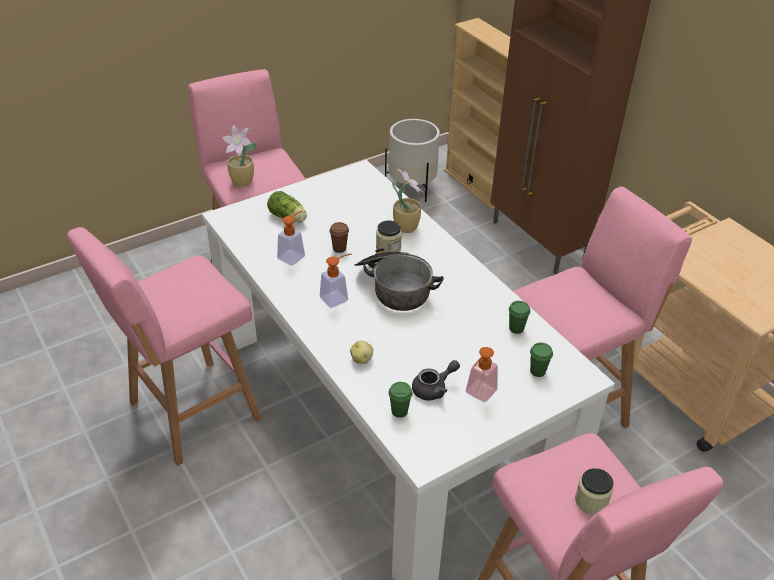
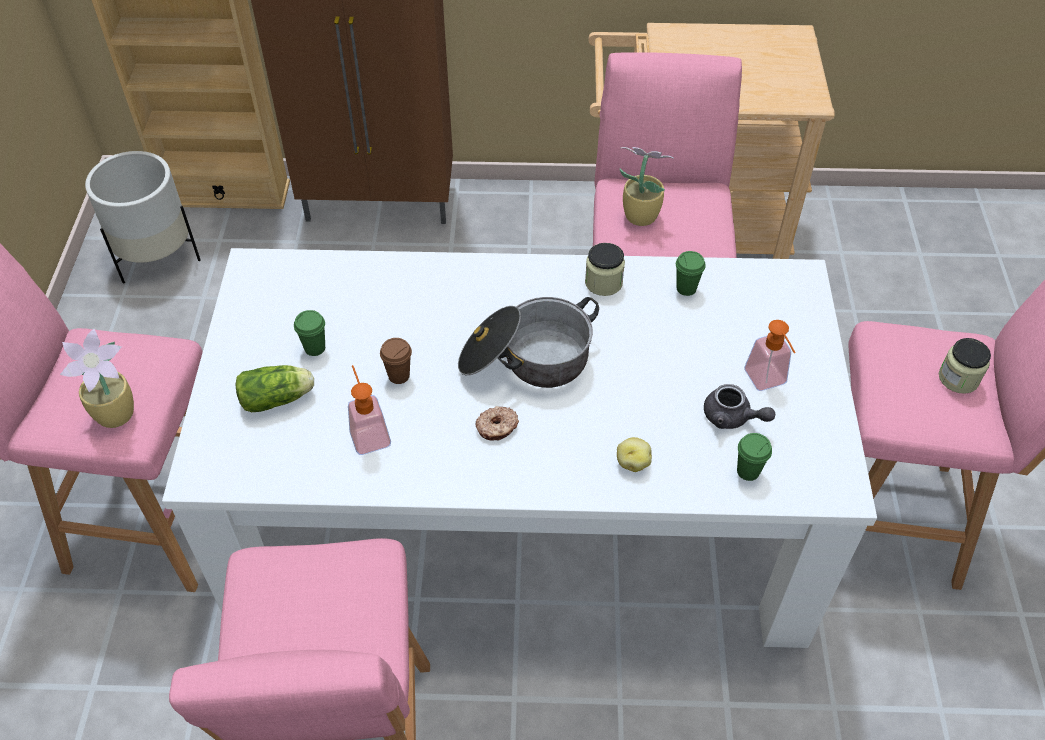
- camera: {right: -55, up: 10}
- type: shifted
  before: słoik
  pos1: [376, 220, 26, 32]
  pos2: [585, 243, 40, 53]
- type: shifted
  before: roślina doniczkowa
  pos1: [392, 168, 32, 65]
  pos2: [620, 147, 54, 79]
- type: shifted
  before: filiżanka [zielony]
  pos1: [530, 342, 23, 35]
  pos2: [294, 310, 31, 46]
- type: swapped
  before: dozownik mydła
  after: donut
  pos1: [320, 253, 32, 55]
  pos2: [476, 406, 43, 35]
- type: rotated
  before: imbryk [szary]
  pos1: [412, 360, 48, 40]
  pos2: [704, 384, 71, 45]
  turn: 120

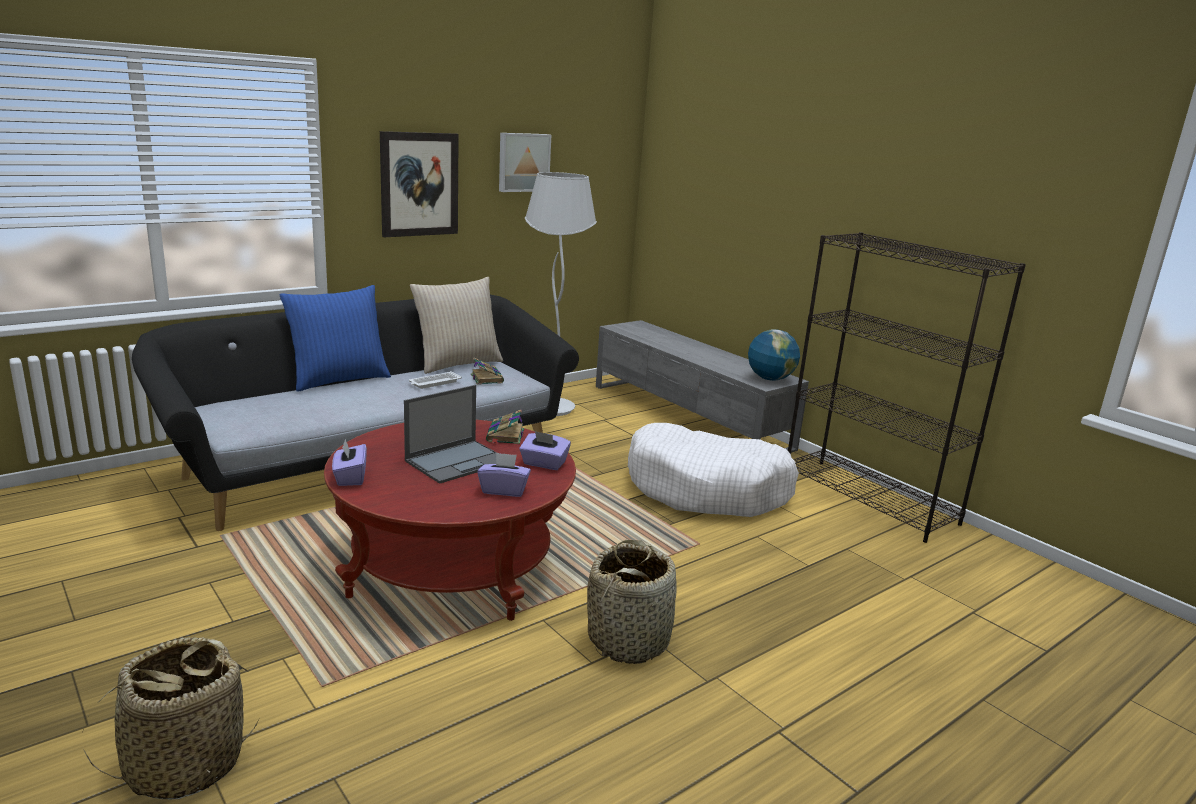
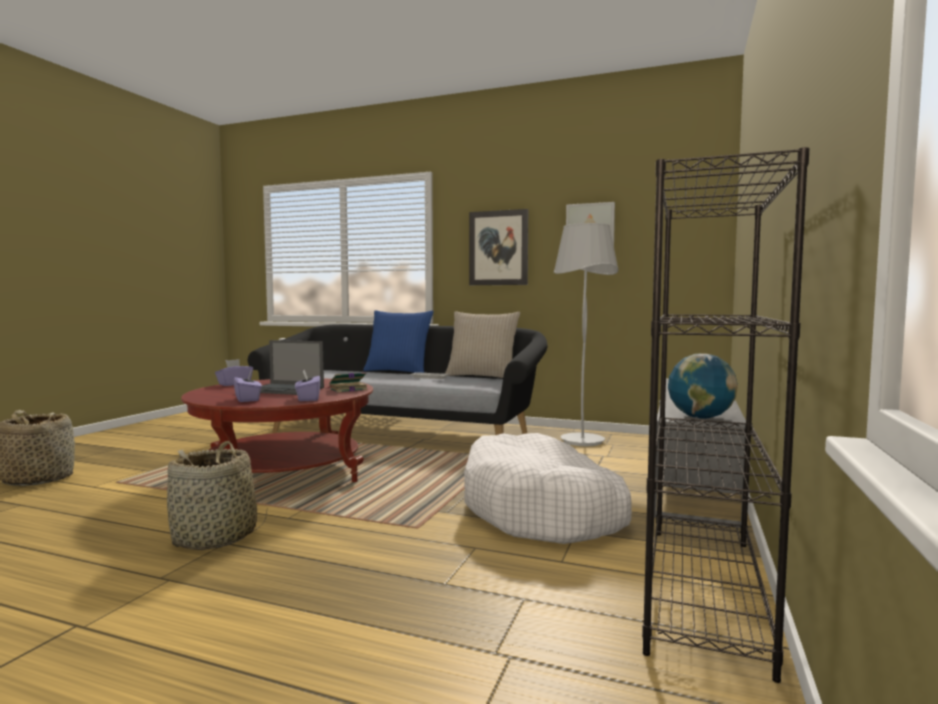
- camera: {right: 60, up: -15}
- type: gone
  before: książka
  pos1: [471, 358, 33, 27]

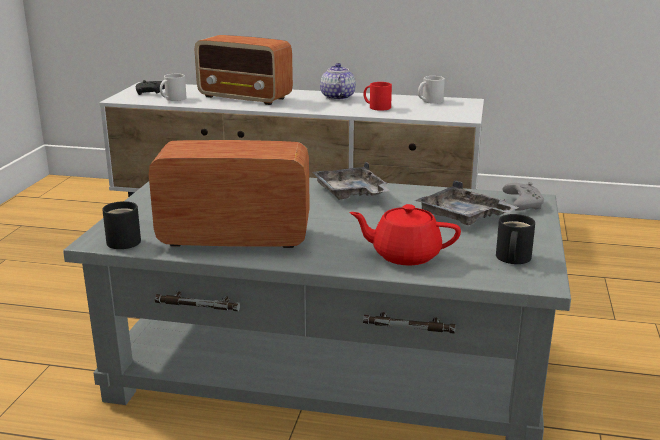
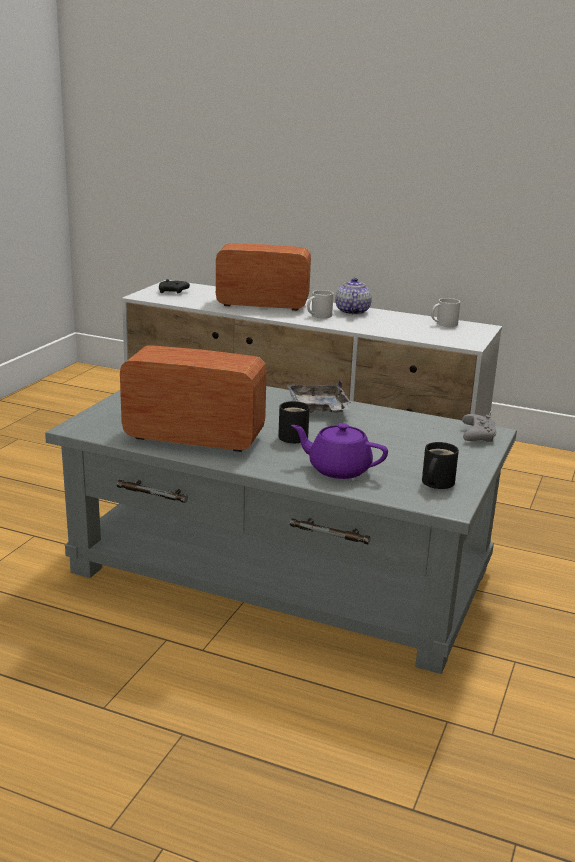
- camera: {right: 10, up: 0}
- type: gone
  before: kubek [czerwony]
  pos1: [364, 82, 28, 29]
- type: gone
  before: taca [szary]
  pos1: [415, 180, 104, 45]
- type: shifted
  before: kubek [czarny]
  pos1: [102, 201, 39, 48]
  pos2: [278, 401, 32, 42]
- type: shifted
  before: kubek [biały]
  pos1: [160, 74, 27, 27]
  pos2: [307, 290, 27, 28]
- type: repainted
  before: imbryk [czerwony]
  after: imbryk [fioletowy]
  pos1: [349, 204, 112, 61]
  pos2: [291, 423, 97, 56]
- type: rotated
  before: radio
  pos1: [195, 35, 98, 70]
  pos2: [216, 243, 95, 68]
  turn: 150

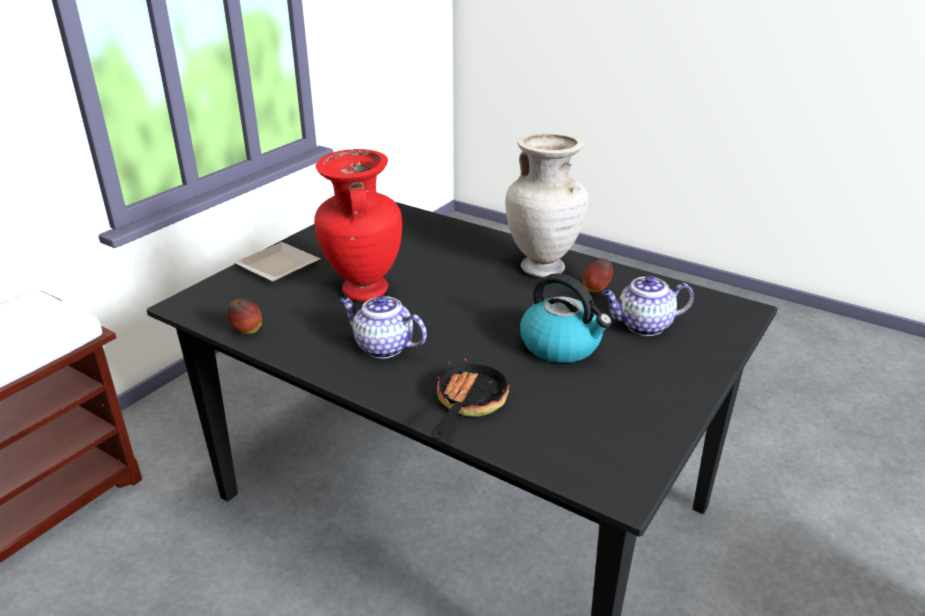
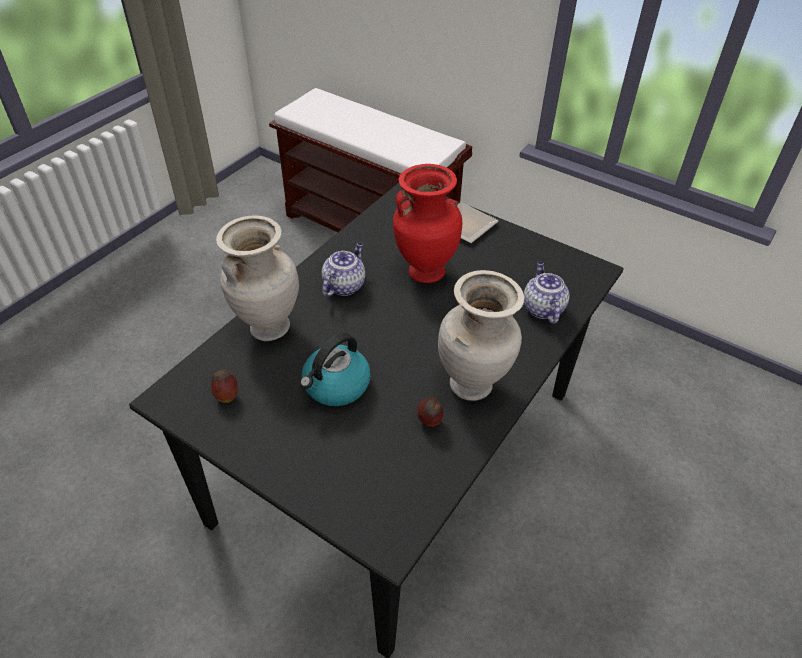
- camera: {right: 90, up: 15}
- type: shifted
  before: jabłko
  pos1: [227, 299, 35, 35]
  pos2: [211, 369, 27, 34]
- type: shifted
  before: imbryk
  pos1: [602, 276, 92, 60]
  pos2: [524, 261, 46, 63]
- type: swapped
  before: patelnia
  after: wazon [beżowy]
  pos1: [431, 358, 79, 82]
  pos2: [216, 215, 83, 126]

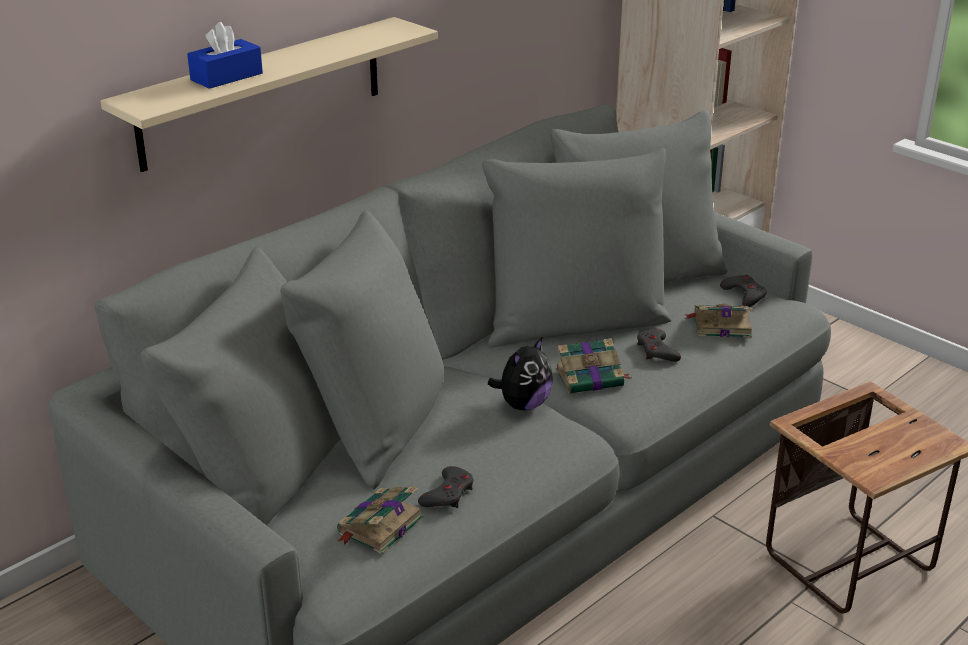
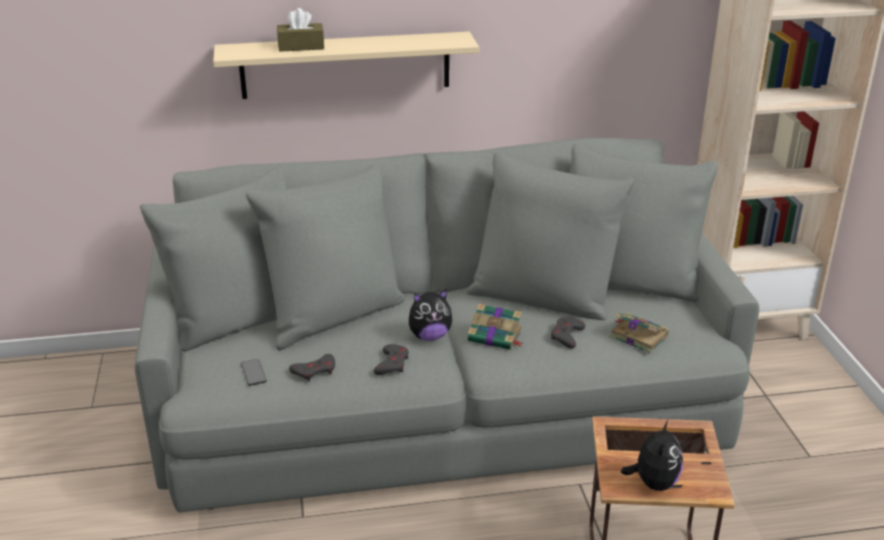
- camera: {right: 35, up: 0}
- type: new
  after: pluszak
  pos2: [621, 419, 62, 72]
- type: shifted
  before: pad do gier [szary]
  pos1: [720, 275, 47, 32]
  pos2: [374, 344, 35, 31]
- type: swapped
  before: książka
  after: telefon
  pos1: [337, 486, 86, 68]
  pos2: [241, 359, 26, 27]
- type: repainted
  before: pudełko chusteczek [niebieski]
  after: pudełko chusteczek [brązowy]
  pos1: [187, 22, 76, 67]
  pos2: [277, 8, 47, 44]

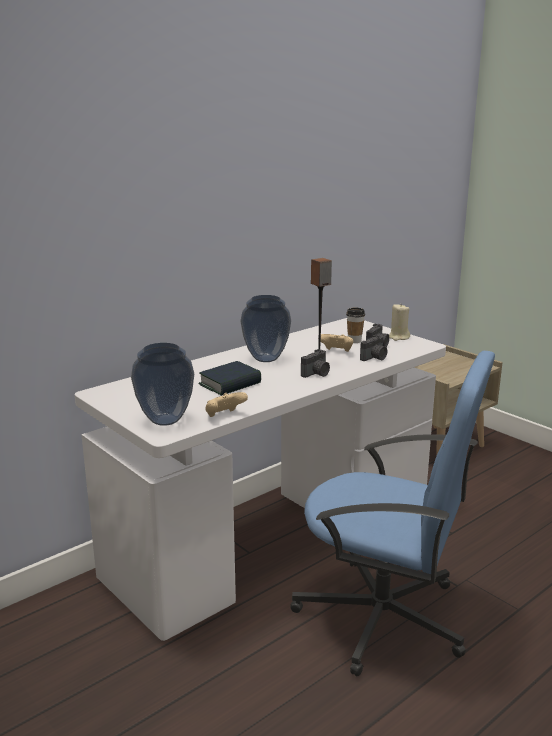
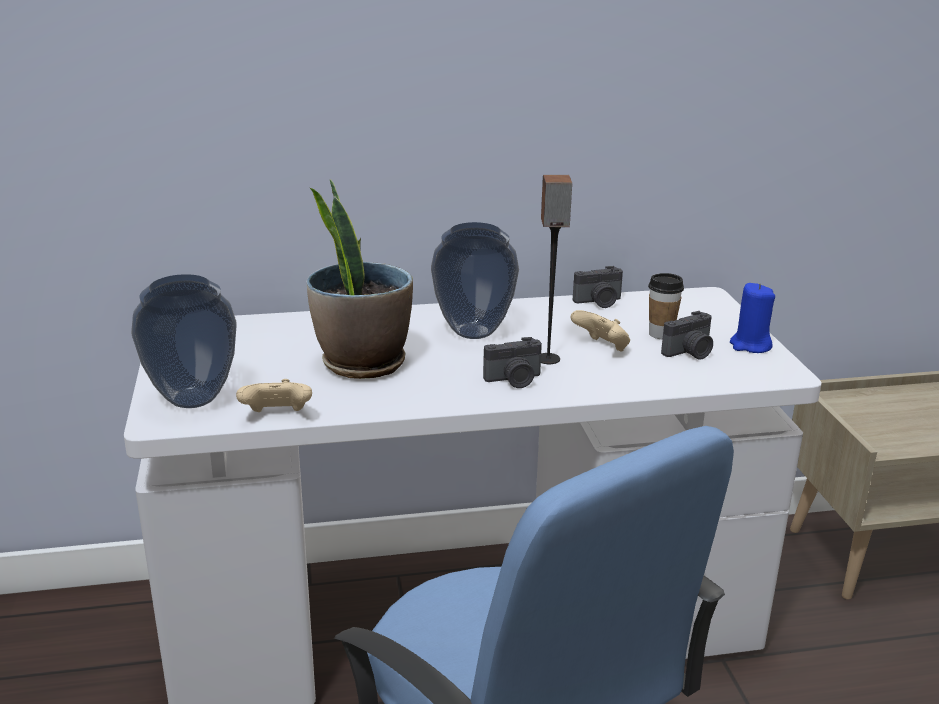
- camera: {right: 30, up: 5}
- type: shifted
  before: aparat fotograficzny
  pos1: [360, 335, 27, 26]
  pos2: [573, 266, 50, 42]
- type: swapped
  before: książka
  after: roślina doniczkowa
  pos1: [198, 361, 63, 35]
  pos2: [307, 179, 106, 200]
- type: repainted
  before: świeca [beżowy]
  after: świeca [niebieski]
  pos1: [389, 304, 21, 37]
  pos2: [730, 283, 45, 70]

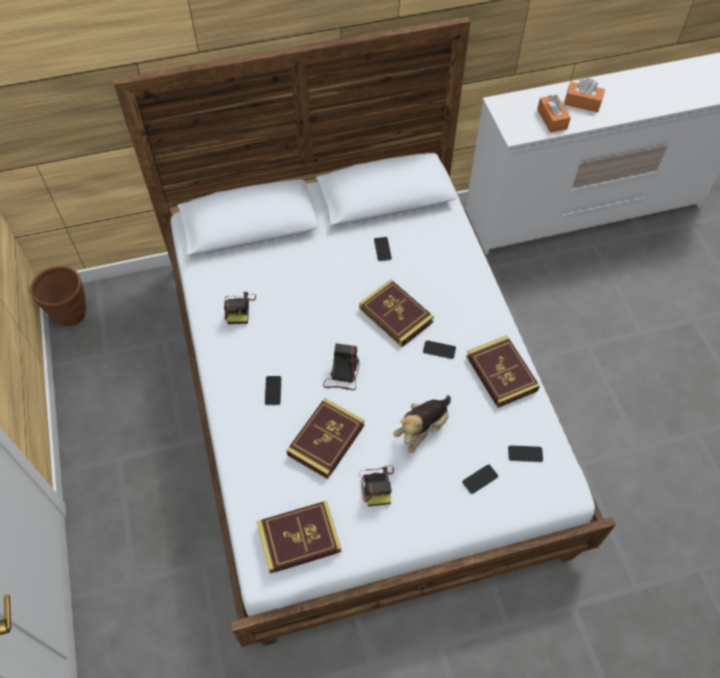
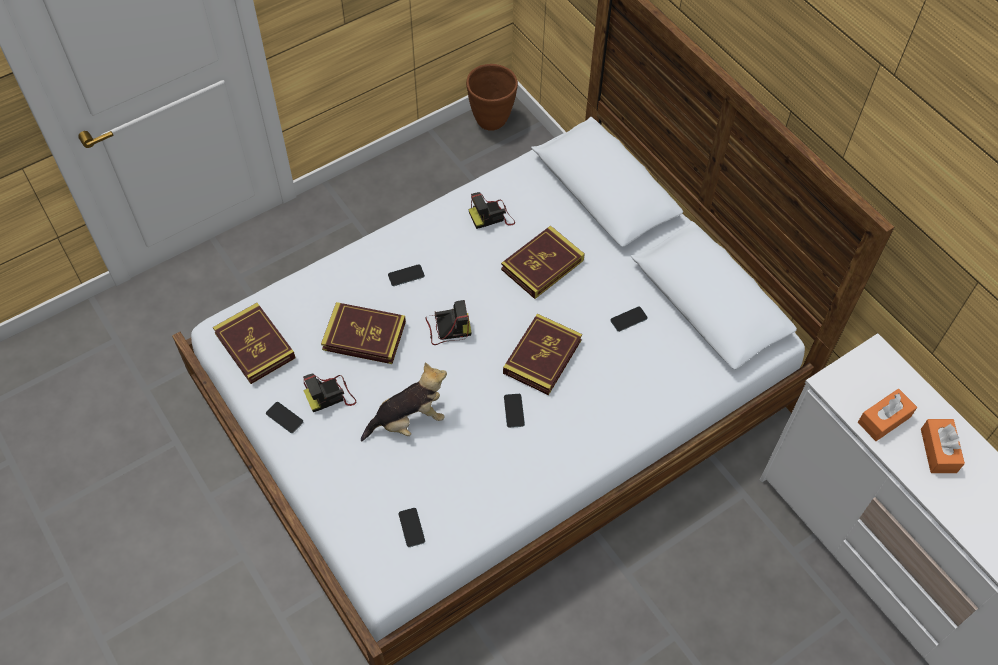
- camera: {right: 70, up: 0}
- type: shifted
  before: telefon
  pos1: [462, 464, 36, 30]
  pos2: [266, 402, 37, 31]
- type: shifted
  before: książka
  pos1: [466, 335, 74, 73]
  pos2: [501, 225, 84, 74]
- type: rotated
  before: pluszak
  pos1: [393, 395, 58, 58]
  pos2: [361, 362, 86, 79]
  turn: 135

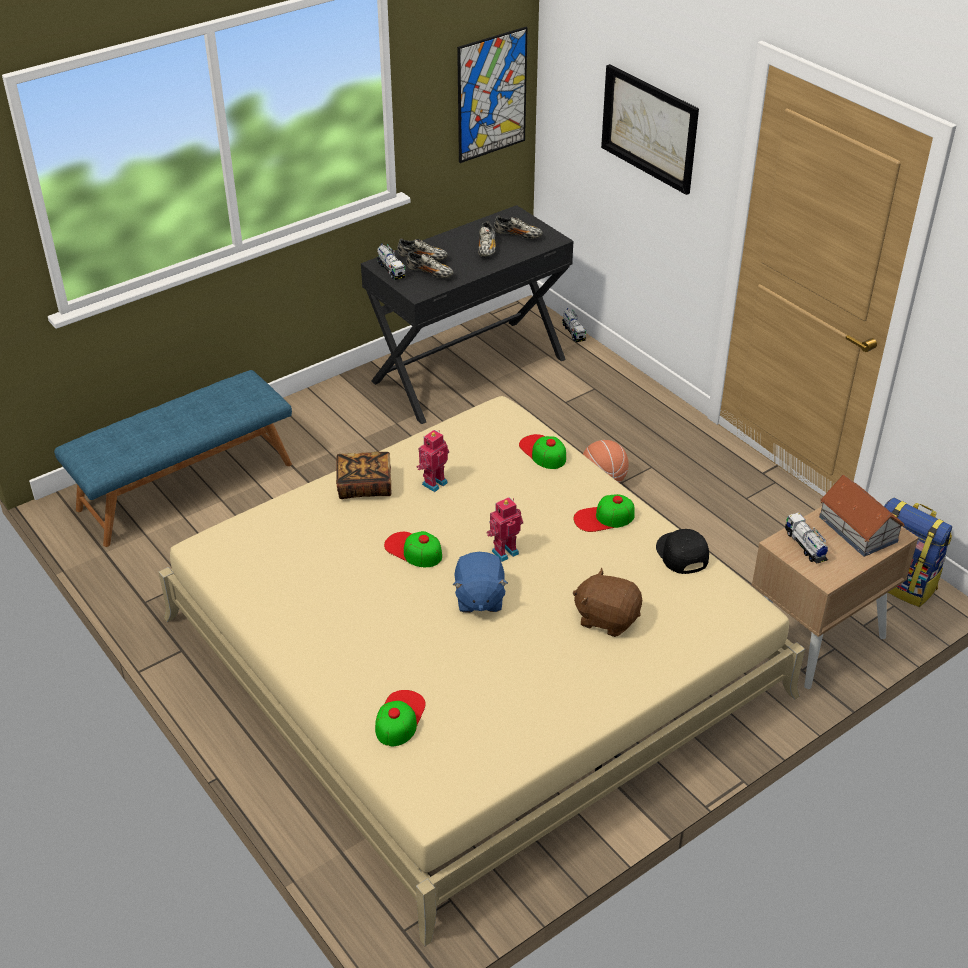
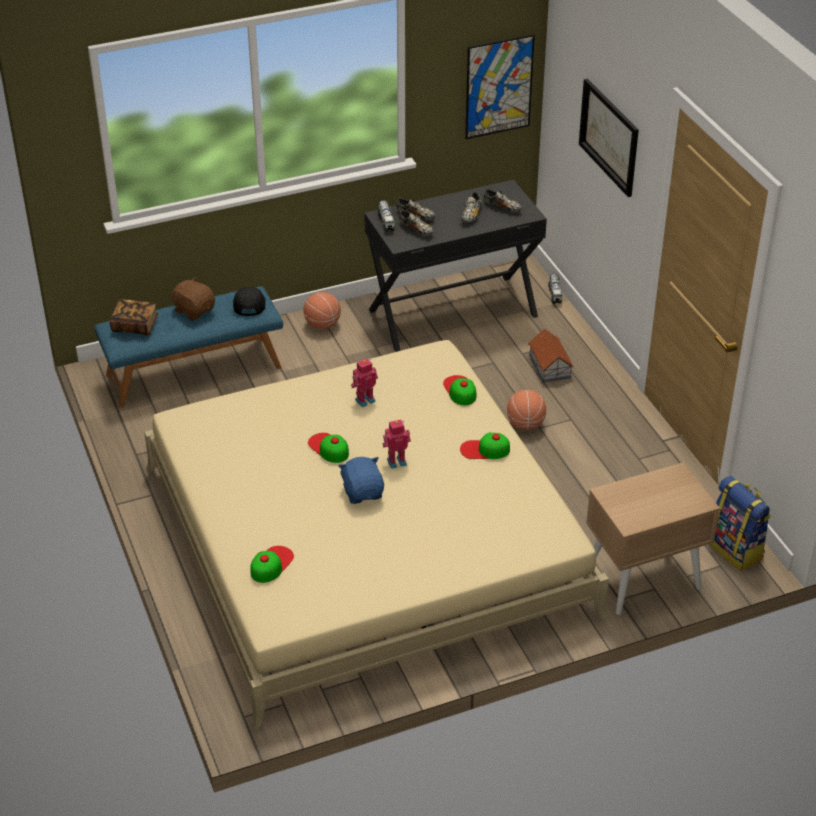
- camera: {right: 15, up: 0}
- type: gone
  before: ciężarówka zabawkowa
  pos1: [785, 512, 43, 52]
- type: new
  after: piłka do koszykówki
  pos2: [303, 292, 38, 37]
- type: shifted
  before: książka
  pos1: [336, 452, 56, 47]
  pos2: [110, 299, 48, 36]
- type: shifted
  before: pluszak [brązowy]
  pos1: [573, 568, 69, 69]
  pos2: [170, 277, 45, 44]
- type: shifted
  before: czapka z daszkiem [czarny]
  pos1: [656, 529, 53, 45]
  pos2: [233, 287, 33, 29]
- type: shifted
  before: domek
  pos1: [819, 475, 86, 82]
  pos2: [528, 329, 46, 54]
- type: rotated
  before: pluszak [niebieski]
  pos1: [453, 552, 55, 61]
  pos2: [338, 457, 46, 47]
  turn: 150

